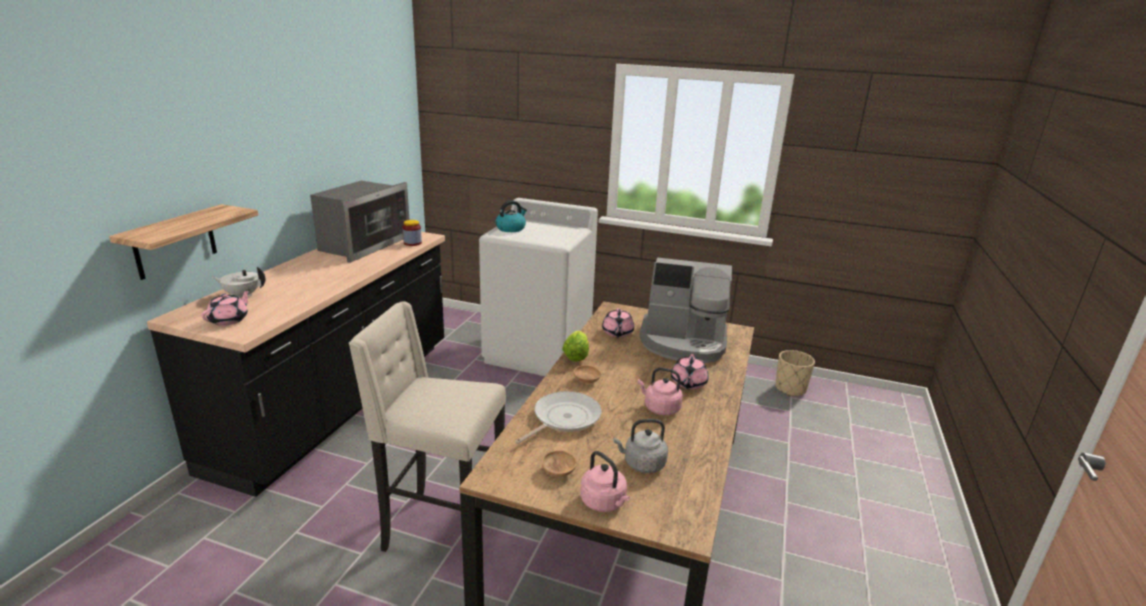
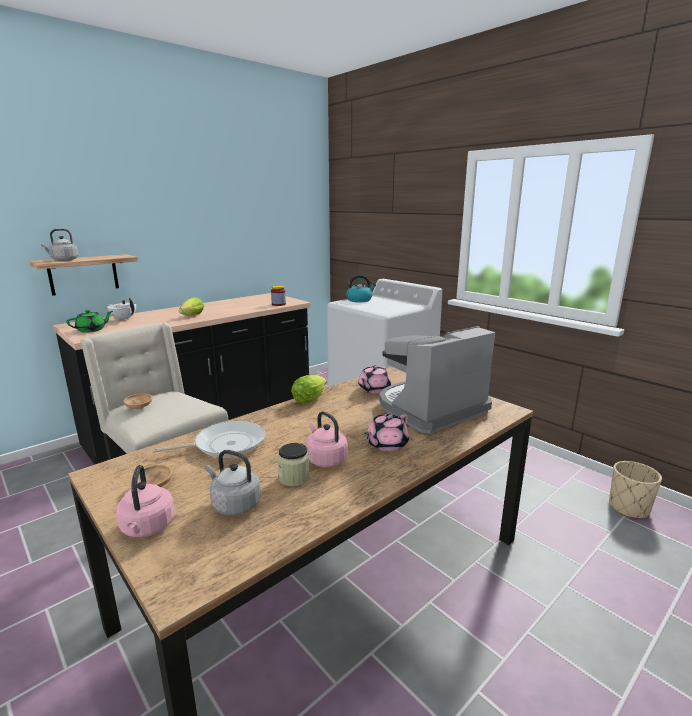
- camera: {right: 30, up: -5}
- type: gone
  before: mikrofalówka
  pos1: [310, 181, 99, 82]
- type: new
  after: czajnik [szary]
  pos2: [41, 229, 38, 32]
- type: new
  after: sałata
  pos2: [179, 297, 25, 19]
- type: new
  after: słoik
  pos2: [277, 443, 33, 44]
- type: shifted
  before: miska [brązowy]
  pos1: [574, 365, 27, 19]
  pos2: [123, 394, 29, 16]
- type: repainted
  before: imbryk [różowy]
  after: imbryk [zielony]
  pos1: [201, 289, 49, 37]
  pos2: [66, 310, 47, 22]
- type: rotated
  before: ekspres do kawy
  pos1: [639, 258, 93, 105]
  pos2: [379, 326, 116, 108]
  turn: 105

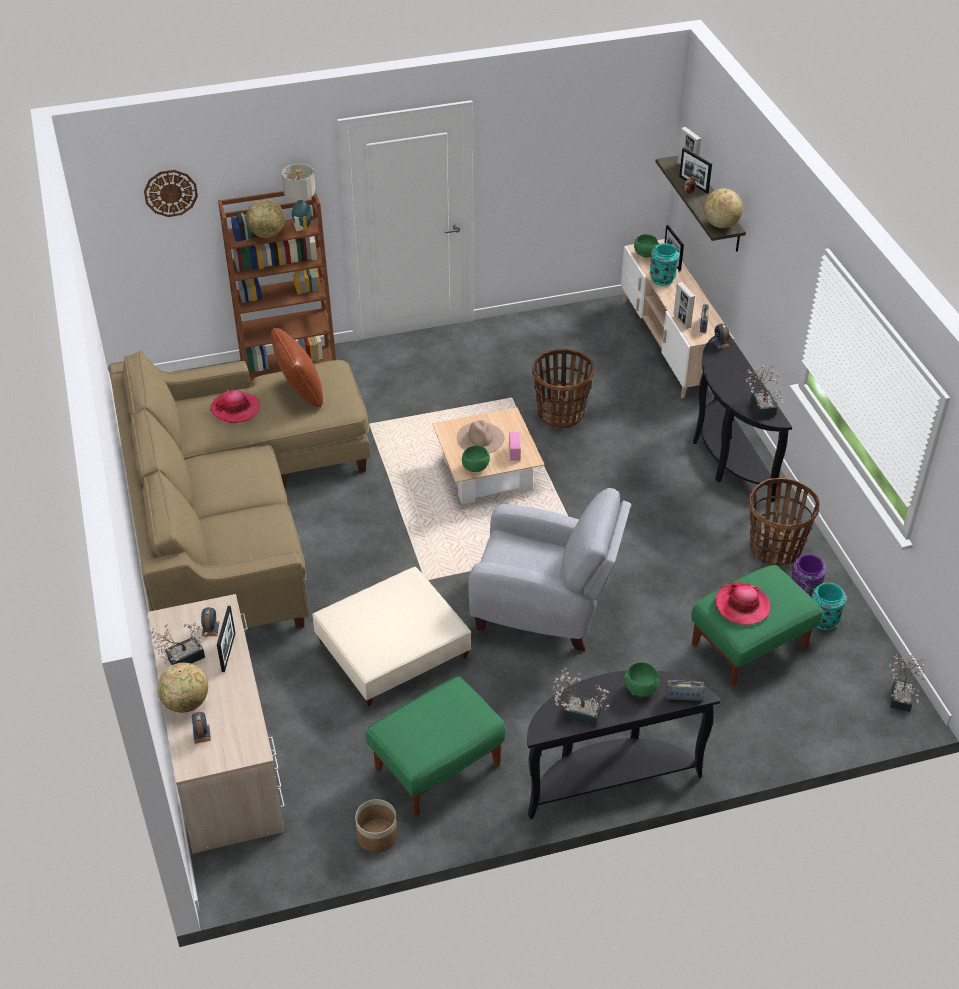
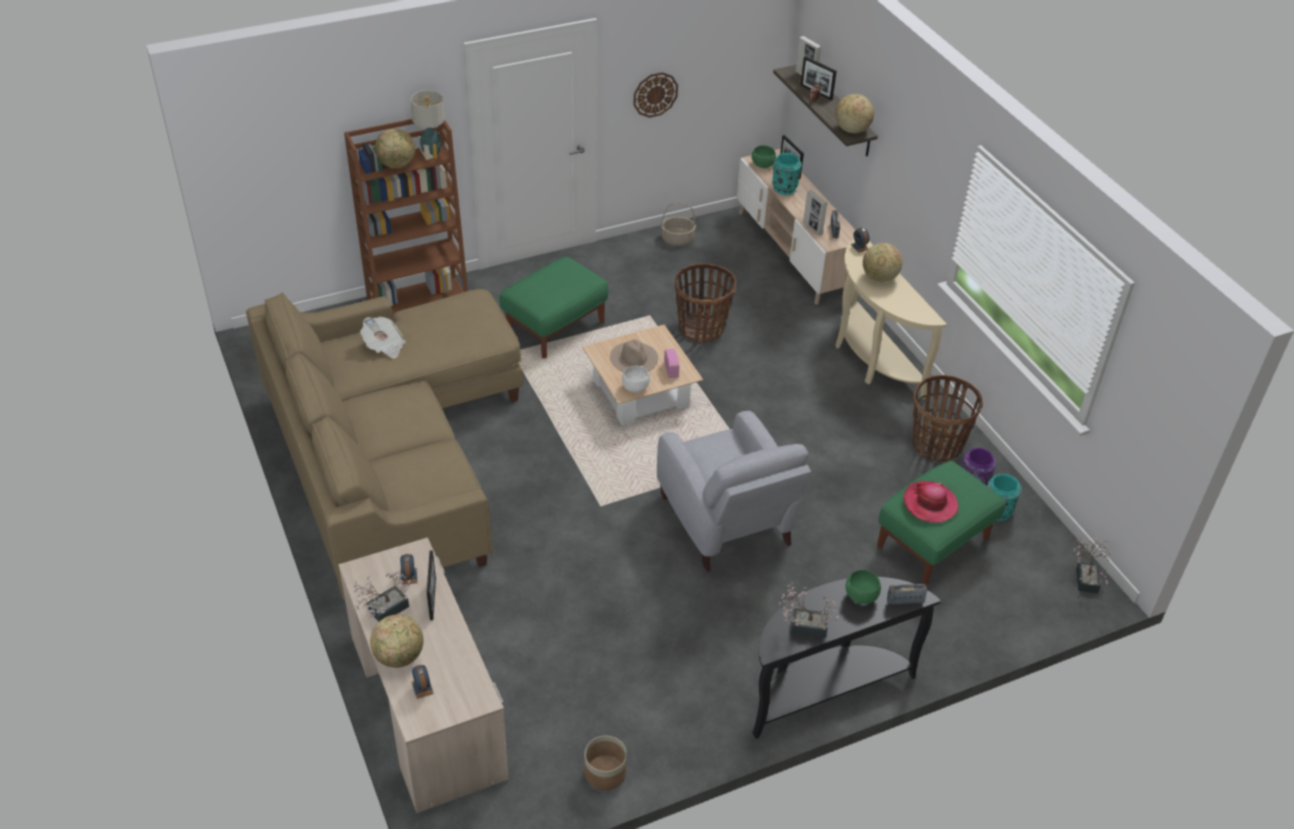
- camera: {right: -10, up: 0}
- type: gone
  before: poduszka [brązowy]
  pos1: [271, 328, 52, 79]
- type: gone
  before: pufa [beżowy]
  pos1: [312, 567, 159, 139]
- type: gone
  before: roślina doniczkowa
  pos1: [746, 365, 37, 52]
- type: new
  after: koszyk
  pos2: [661, 202, 35, 44]
- type: new
  after: globus
  pos2: [863, 243, 40, 39]
- type: shifted
  before: zegar ścienny
  pos1: [144, 170, 54, 47]
  pos2: [633, 72, 45, 46]
- type: shifted
  before: pufa [zielony]
  pos1: [366, 676, 140, 139]
  pos2: [499, 256, 110, 103]
- type: swapped
  before: kapelusz
  after: gazeta
  pos1: [210, 390, 50, 33]
  pos2: [360, 317, 46, 41]
- type: repainted
  before: miska [zielony]
  after: miska [biały]
  pos1: [462, 446, 28, 26]
  pos2: [622, 366, 28, 27]
- type: repainted
  before: stolik konsolowy [czarny]
  after: stolik konsolowy [beżowy]
  pos1: [693, 335, 99, 167]
  pos2: [835, 239, 112, 160]
- type: rotated
  before: fotel [szary]
  pos1: [468, 488, 163, 163]
  pos2: [657, 411, 154, 161]
  turn: 60

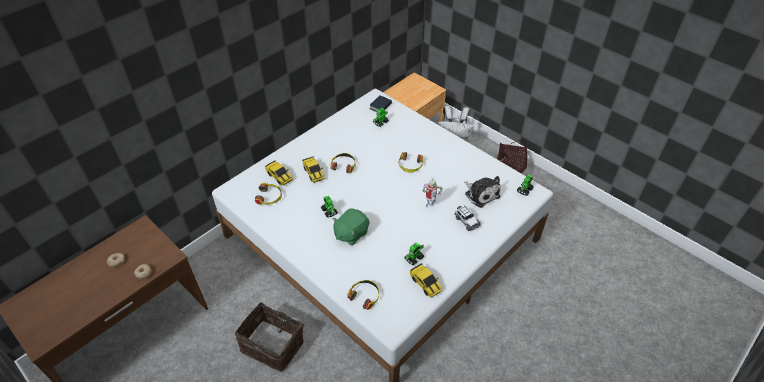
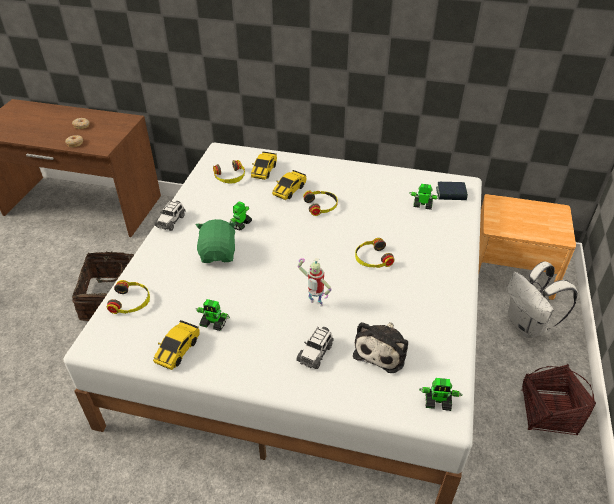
- camera: {right: 60, up: -5}
- type: new
  after: samochodzik
  pos2: [154, 200, 31, 31]
- type: rotated
  before: pluszak [zielony]
  pos1: [332, 208, 37, 38]
  pos2: [196, 219, 40, 44]
  turn: 75

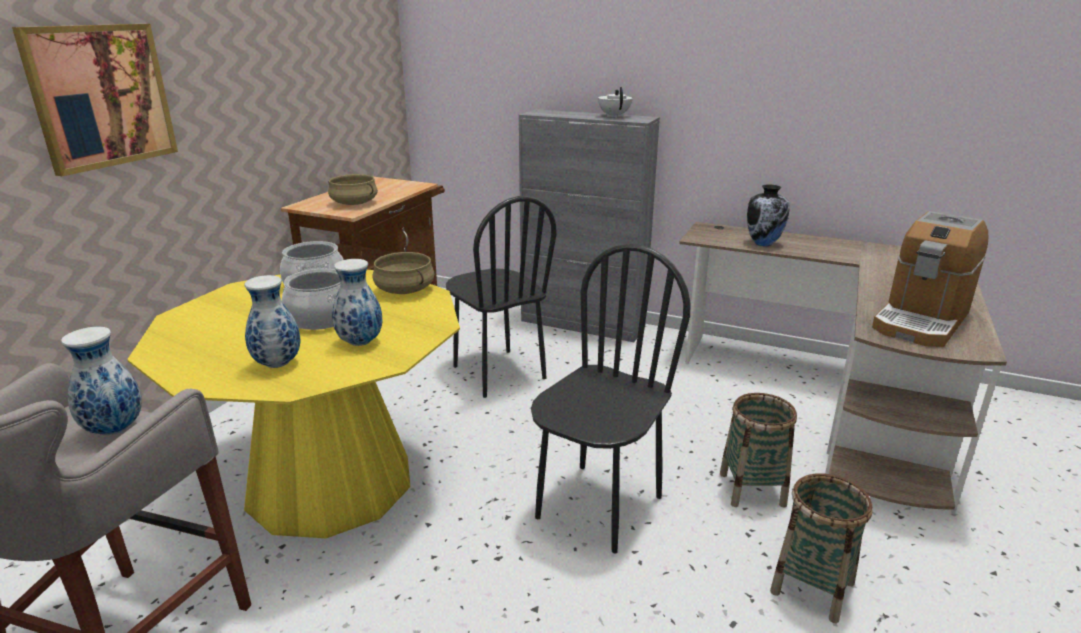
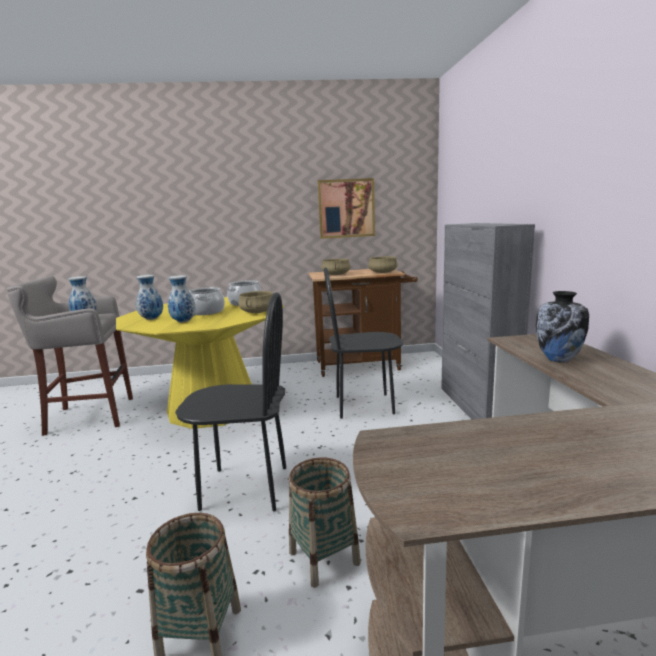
- camera: {right: 60, up: -10}
- type: gone
  before: imbryk [biały]
  pos1: [598, 87, 35, 31]
- type: gone
  before: ekspres do kawy
  pos1: [872, 211, 116, 136]
- type: new
  after: garnek [beżowy]
  pos2: [368, 256, 30, 17]
- type: shifted
  before: obraz
  pos1: [12, 24, 166, 152]
  pos2: [318, 178, 57, 61]
- type: rotated
  before: krzesło [czarny]
  pos1: [446, 196, 111, 202]
  pos2: [324, 267, 79, 152]
  turn: 60

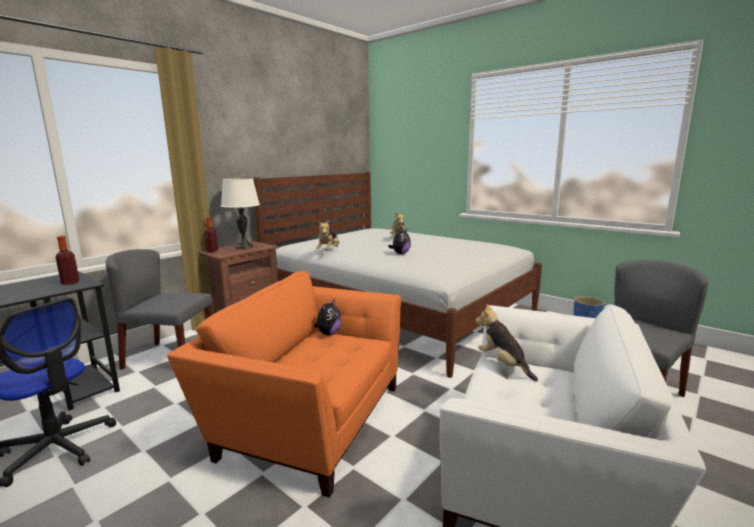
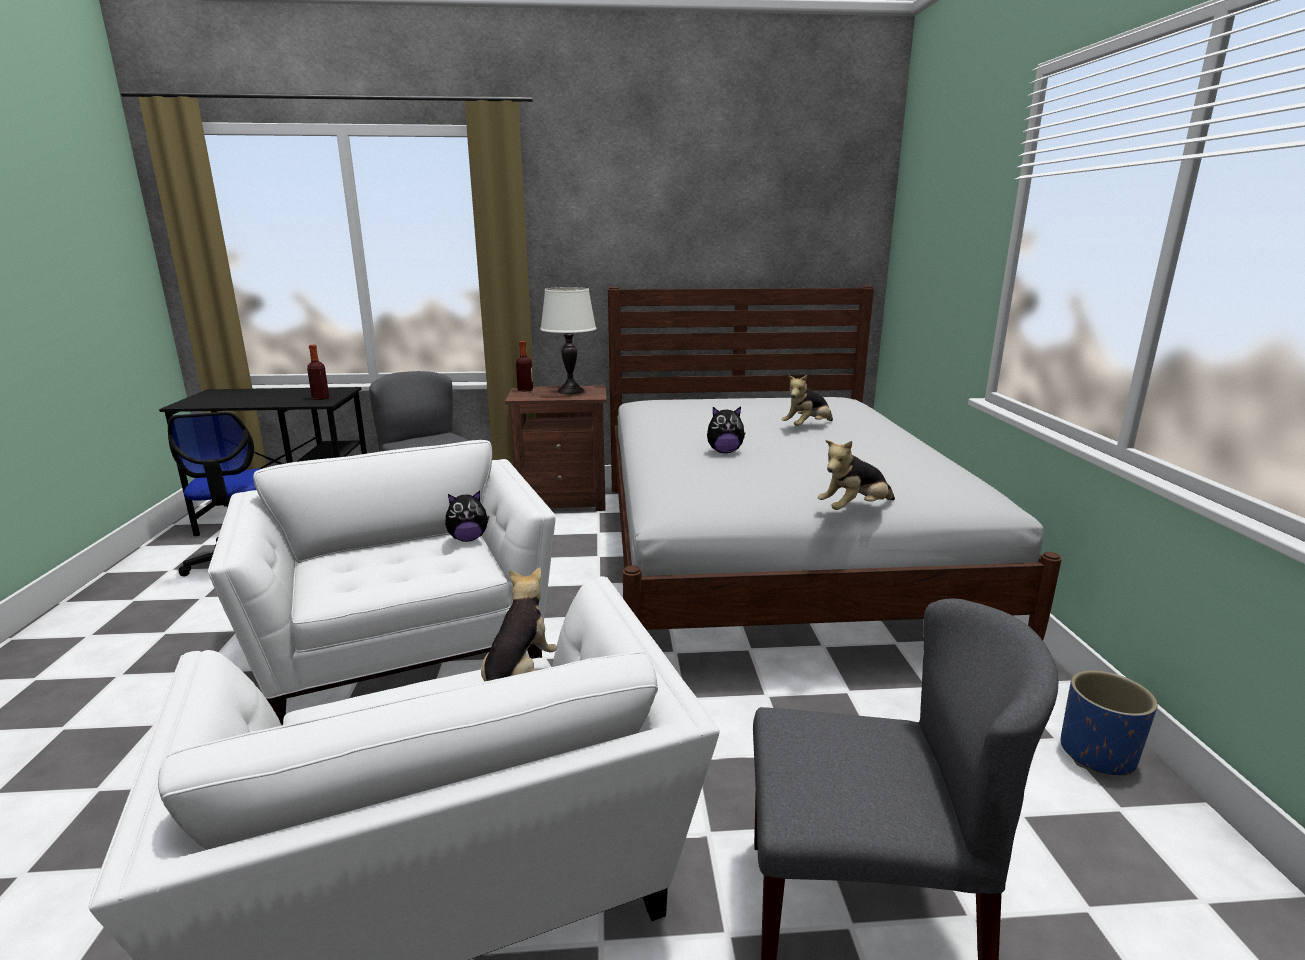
- camera: {right: 45, up: 5}
- type: shifted
  before: pluszak
  pos1: [316, 220, 24, 30]
  pos2: [818, 440, 77, 70]
- type: repainted
  before: fotel [pomarańczowy]
  after: fotel [biały]
  pos1: [167, 271, 234, 227]
  pos2: [208, 440, 348, 285]

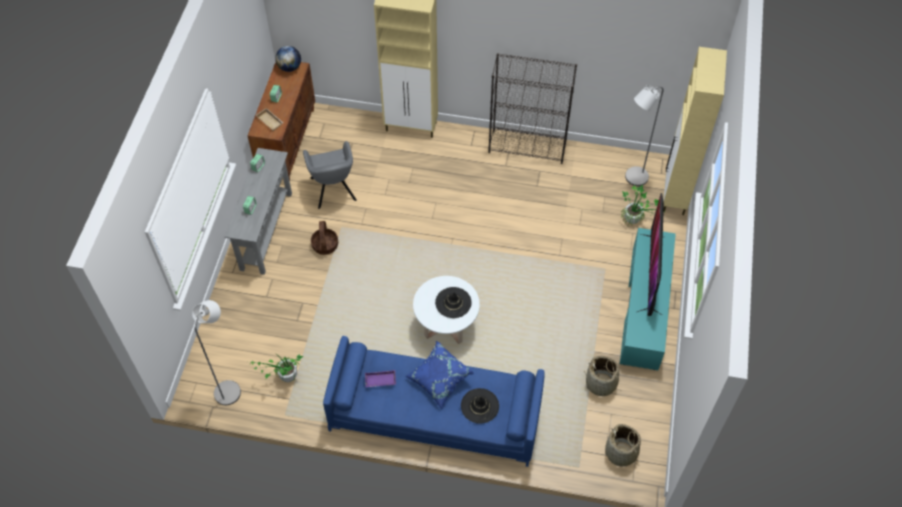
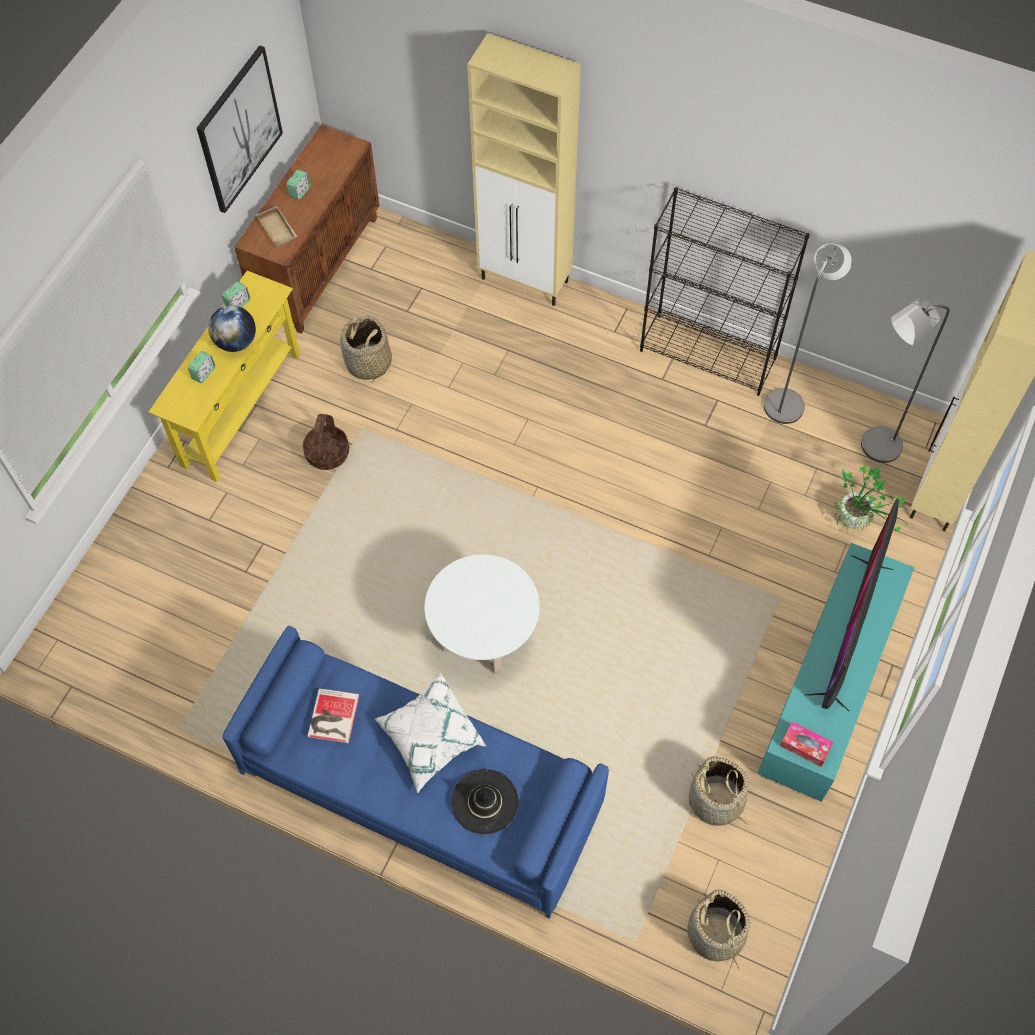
- camera: {right: 15, up: 5}
- type: gone
  before: roślina doniczkowa
  pos1: [248, 354, 56, 28]
- type: gone
  before: kapelusz [czarny]
  pos1: [435, 287, 37, 31]
- type: new
  after: obraz
  pos2: [197, 45, 86, 168]
- type: new
  after: pudełko chusteczek
  pos2: [780, 722, 53, 45]
- type: shifted
  before: lampa stojąca [szary]
  pos1: [192, 300, 49, 105]
  pos2: [764, 243, 88, 181]
- type: shifted
  before: globus
  pos1: [275, 46, 26, 26]
  pos2: [208, 305, 48, 47]
- type: swapped
  before: fotel [szary]
  after: koszyk
  pos1: [303, 141, 54, 68]
  pos2: [340, 315, 52, 68]
- type: swapped
  before: taca [fioletowy]
  after: książka
  pos1: [365, 370, 31, 17]
  pos2: [307, 688, 53, 55]
- type: repainted
  before: stolik konsolowy [szary]
  after: stolik konsolowy [żółty]
  pos1: [225, 148, 67, 127]
  pos2: [148, 271, 152, 211]
- type: repainted
  before: poduszka [niebieski]
  after: poduszka [biały]
  pos1: [405, 341, 69, 69]
  pos2: [375, 671, 111, 122]

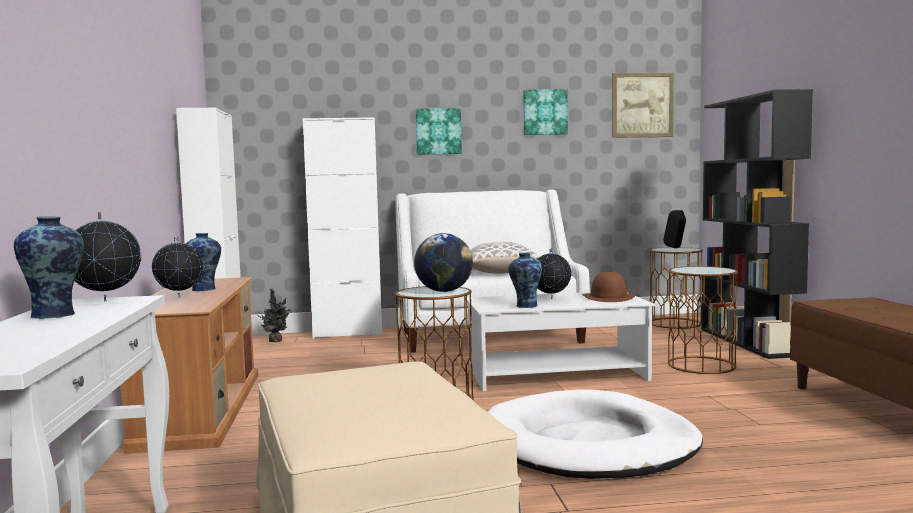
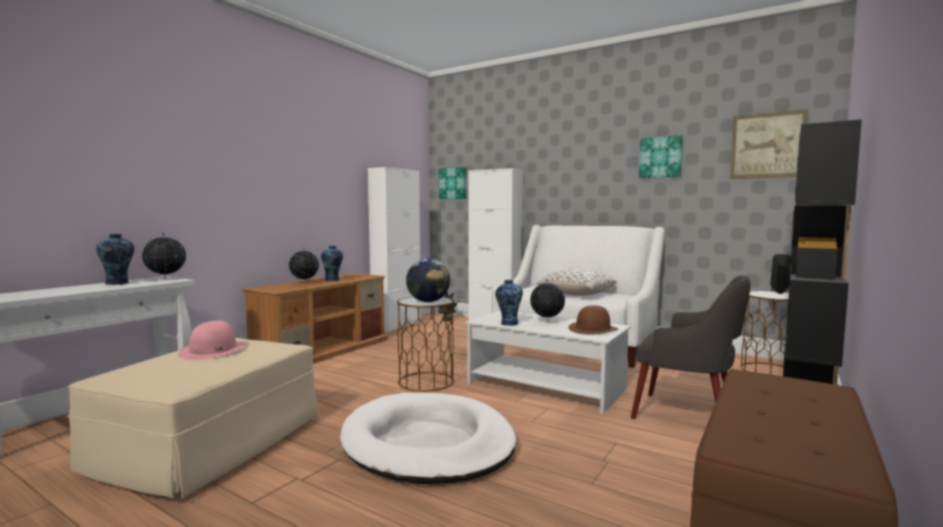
- camera: {right: 40, up: 0}
- type: new
  after: kapelusz [różowy]
  pos2: [178, 321, 68, 39]
- type: shifted
  before: obraz
  pos1: [416, 108, 46, 47]
  pos2: [439, 167, 27, 32]
- type: swapped
  before: stolik [brązowy]
  after: fotel [szary]
  pos1: [668, 266, 70, 108]
  pos2: [631, 275, 120, 144]

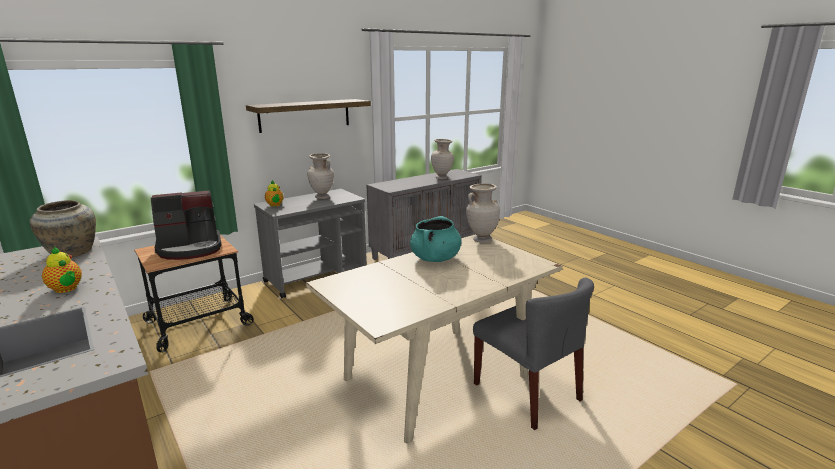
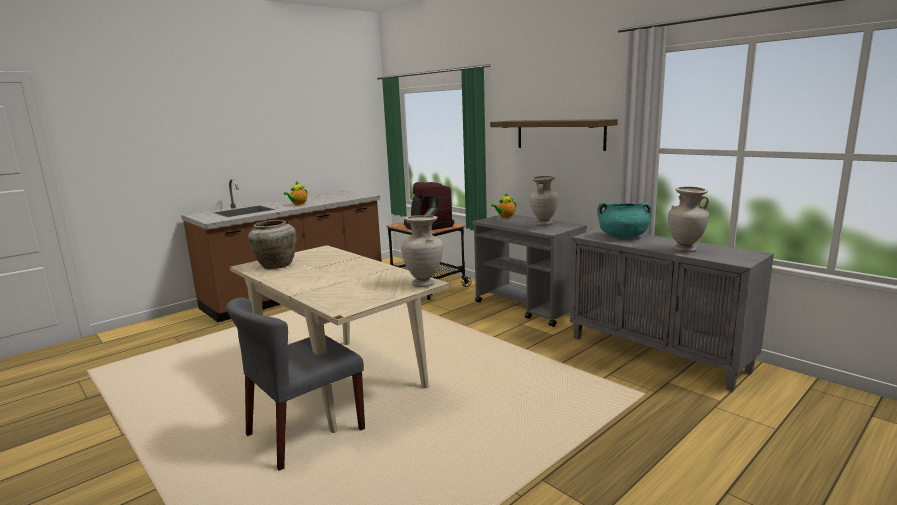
- camera: {right: 85, up: -5}
- type: shifted
  before: wazon [beżowy]
  pos1: [30, 200, 66, 57]
  pos2: [248, 220, 49, 49]
- type: shifted
  before: garnek [turkusowy]
  pos1: [410, 216, 52, 46]
  pos2: [597, 203, 55, 35]

